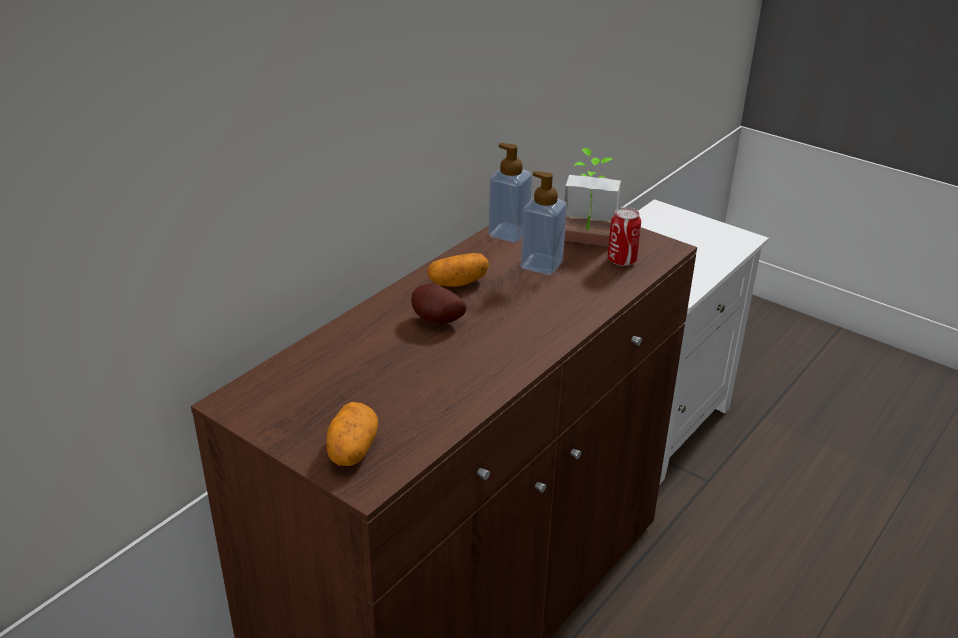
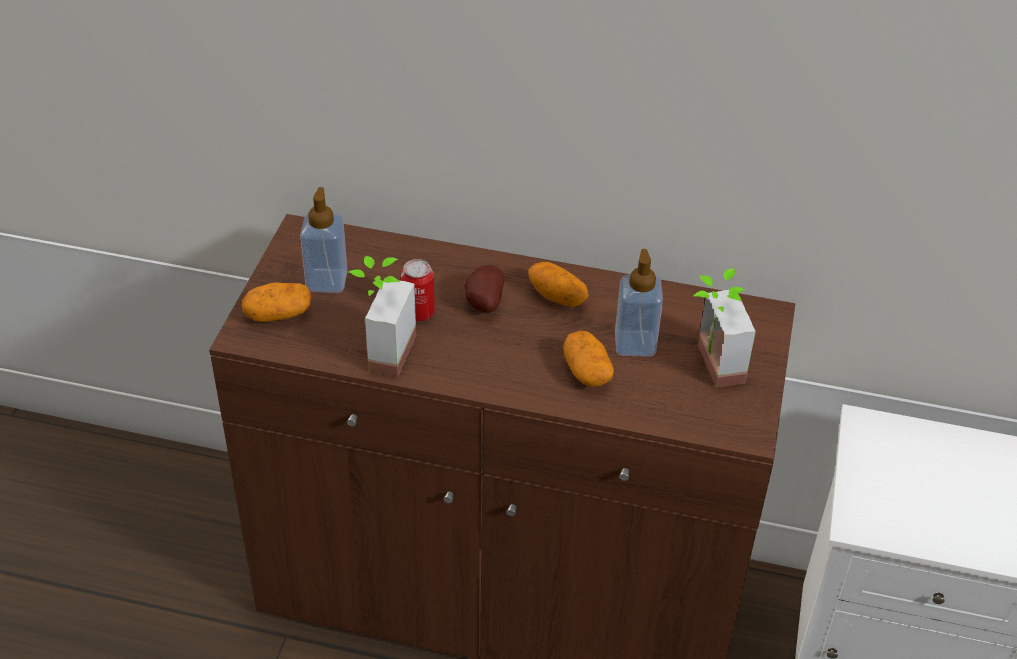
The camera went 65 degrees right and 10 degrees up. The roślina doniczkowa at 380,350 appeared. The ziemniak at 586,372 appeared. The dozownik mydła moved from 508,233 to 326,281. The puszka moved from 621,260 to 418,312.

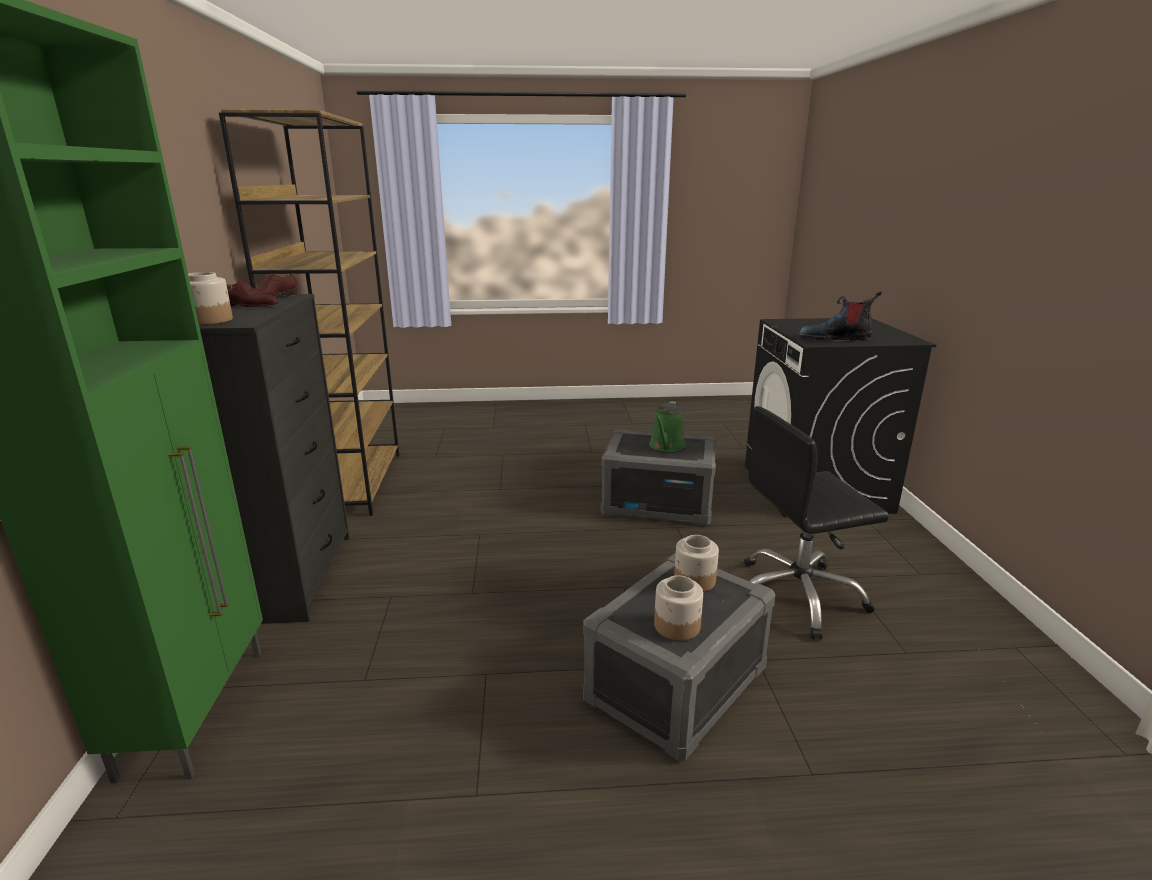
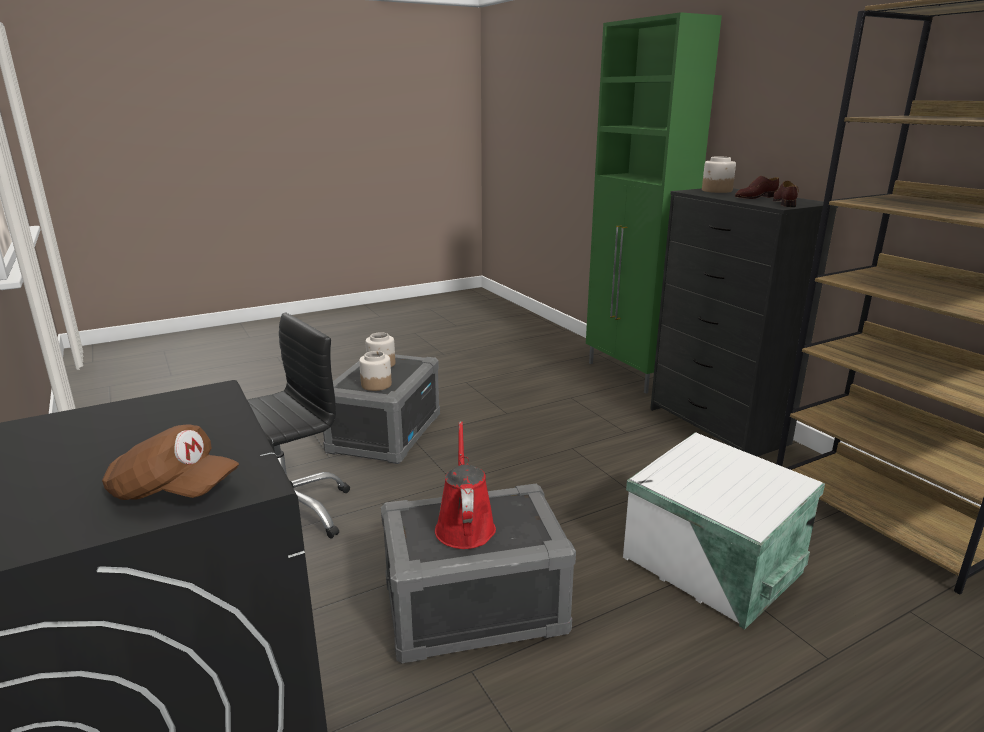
The camera went 155 degrees right and 0 degrees up. The but z cholewką at 835,338 disappeared. The czapka z daszkiem [brązowy] at 173,492 appeared. The pojemnik do przechowywania [biały] at 711,567 appeared. The konewka [zielony] at 666,446 became the konewka [czerwony] at 464,526.

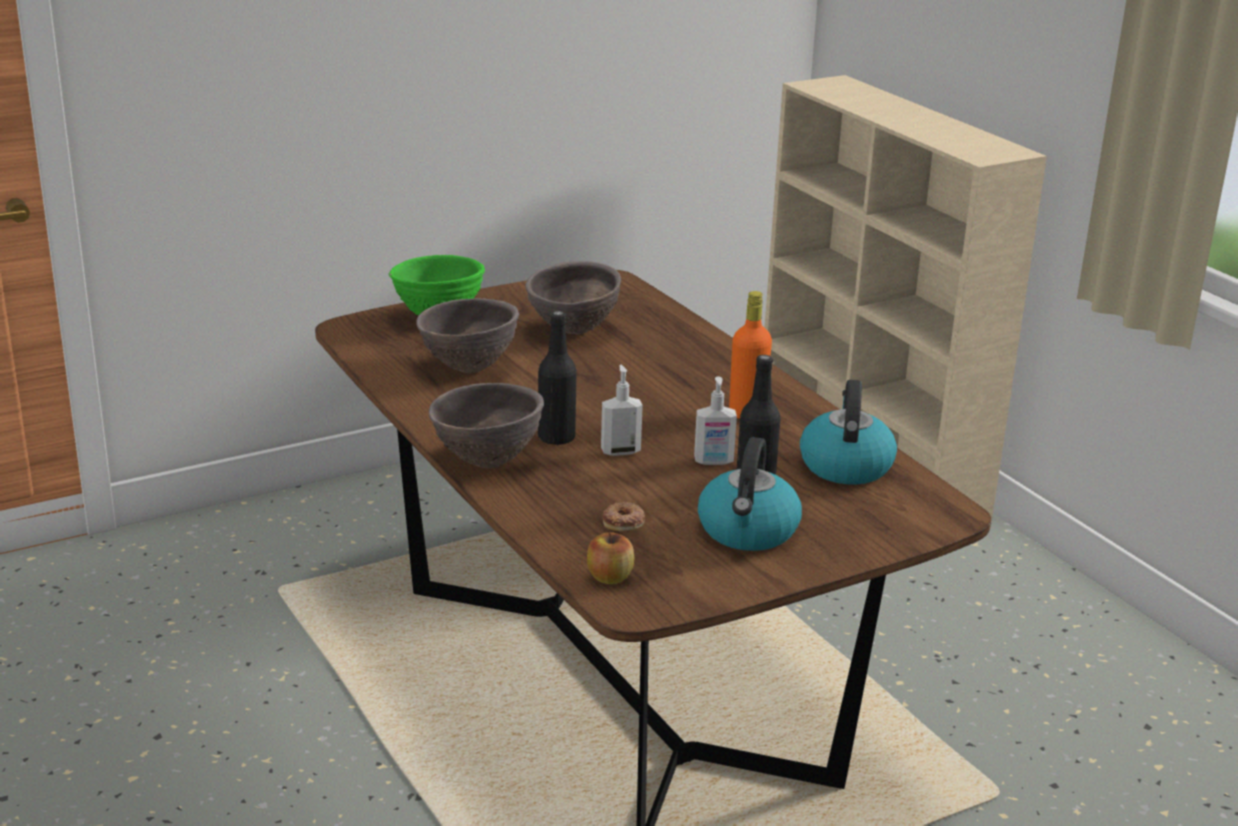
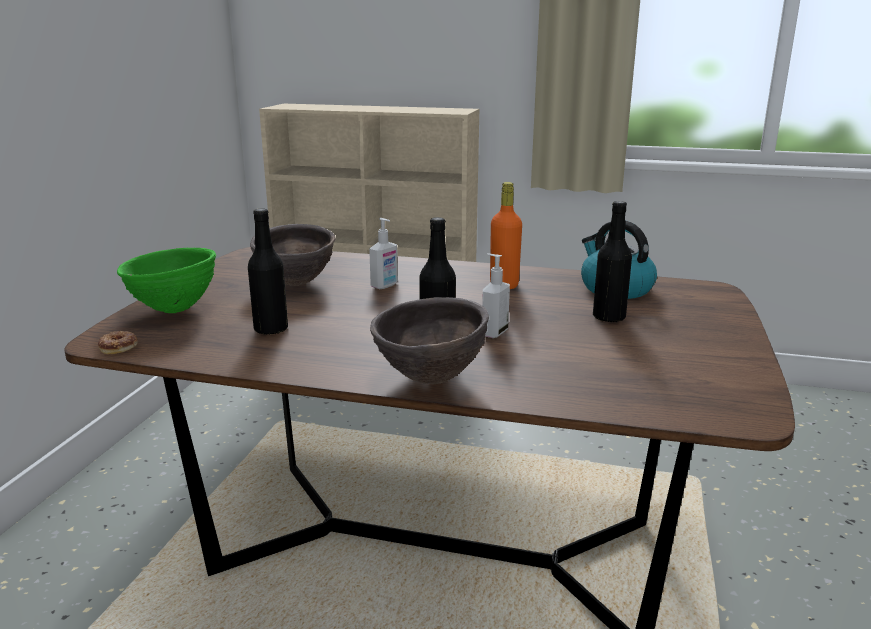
The camera went 45 degrees left and 5 degrees down. The jabłko at 610,577 disappeared. The czajnik at 748,531 disappeared. The donut moved from 624,521 to 119,346. The dozownik mydła moved from 713,462 to 385,286. The miska [brązowy] at 468,368 was replaced by the butelka [czarny] at 271,329.

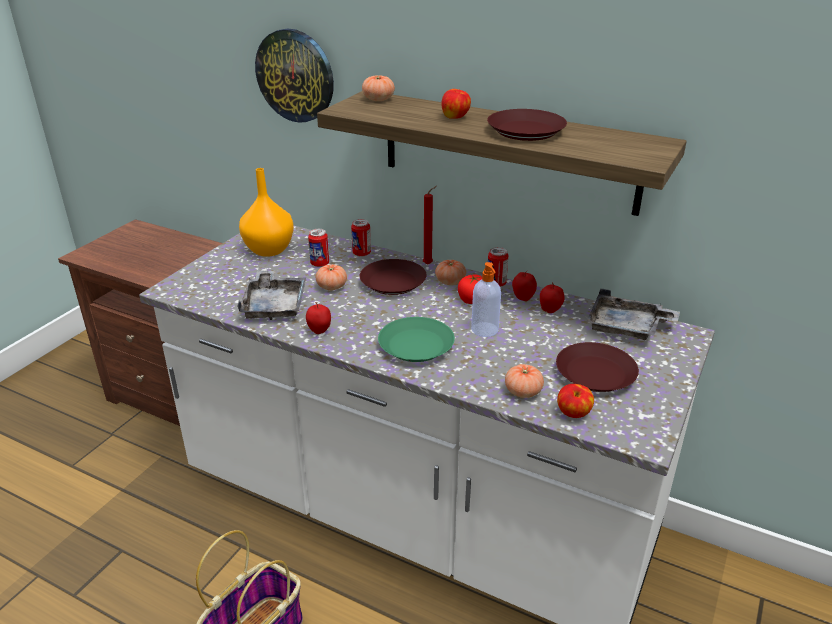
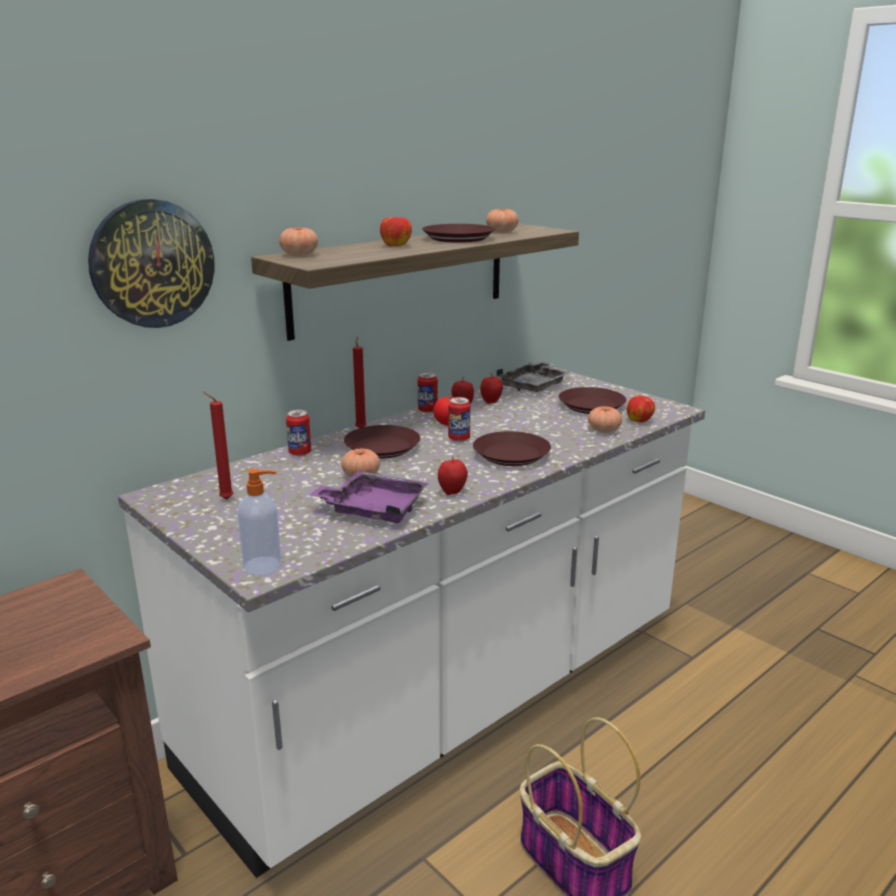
The camera went 70 degrees left and 10 degrees down. The puszka moved from 320,264 to 459,439. The pomidor moved from 450,282 to 502,232. The dozownik mydła moved from 485,330 to 264,566. The wazon [pomarańczowy] at 270,249 was replaced by the świeca [czerwony] at 224,499. The taca [szary] at 274,305 became the taca [fioletowy] at 373,509. The talerz [zielony] at 417,346 became the talerz [brązowy] at 511,454.

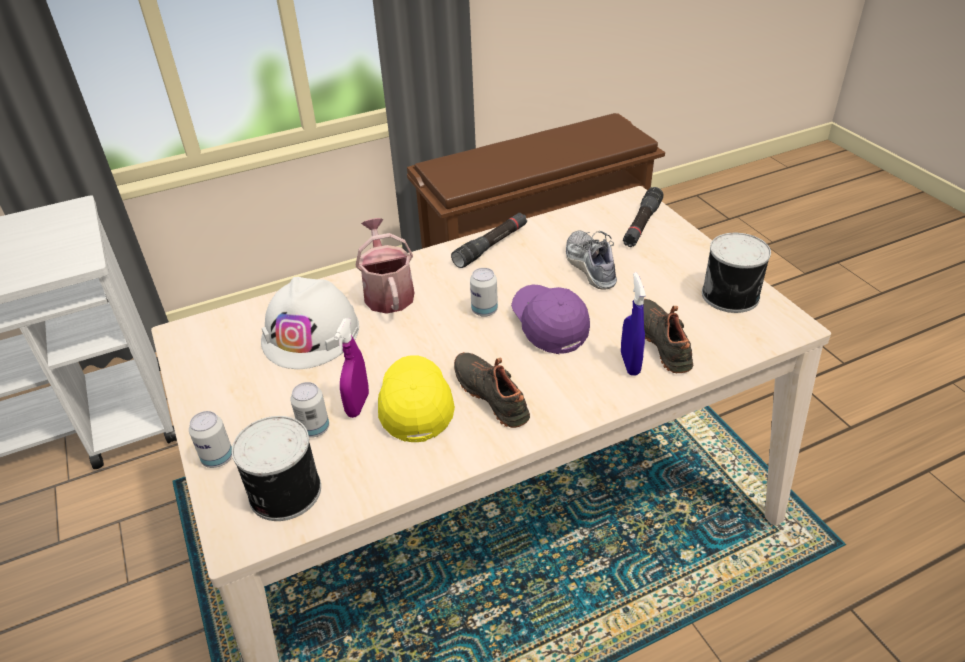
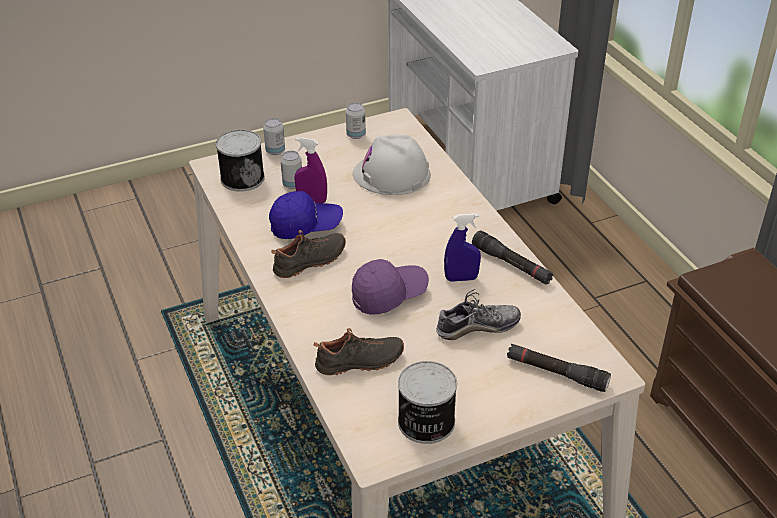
The camera went 90 degrees right and 0 degrees up. The konewka at 387,292 disappeared. The puszka moved from 484,310 to 356,135. The spryskiwacz [niebieski] moved from 630,364 to 461,278. The czapka z daszkiem [żółty] at 415,406 became the czapka z daszkiem [niebieski] at 306,226.

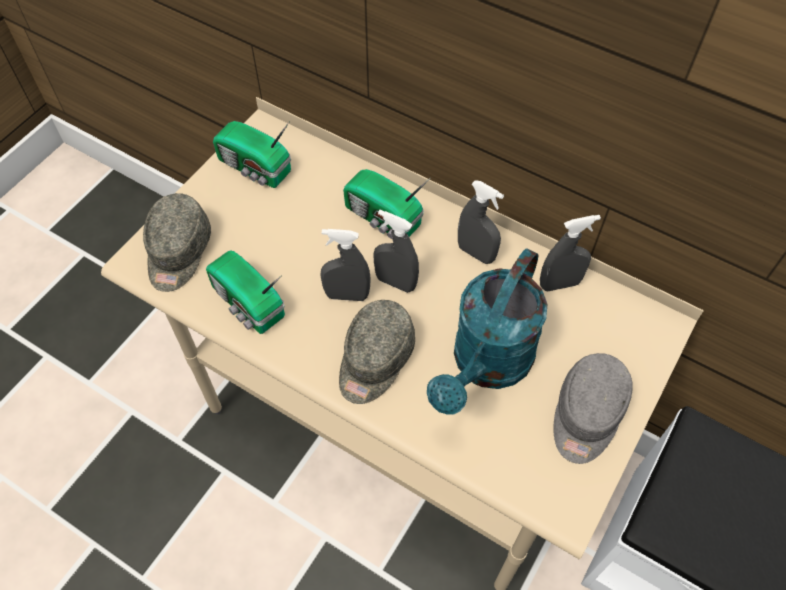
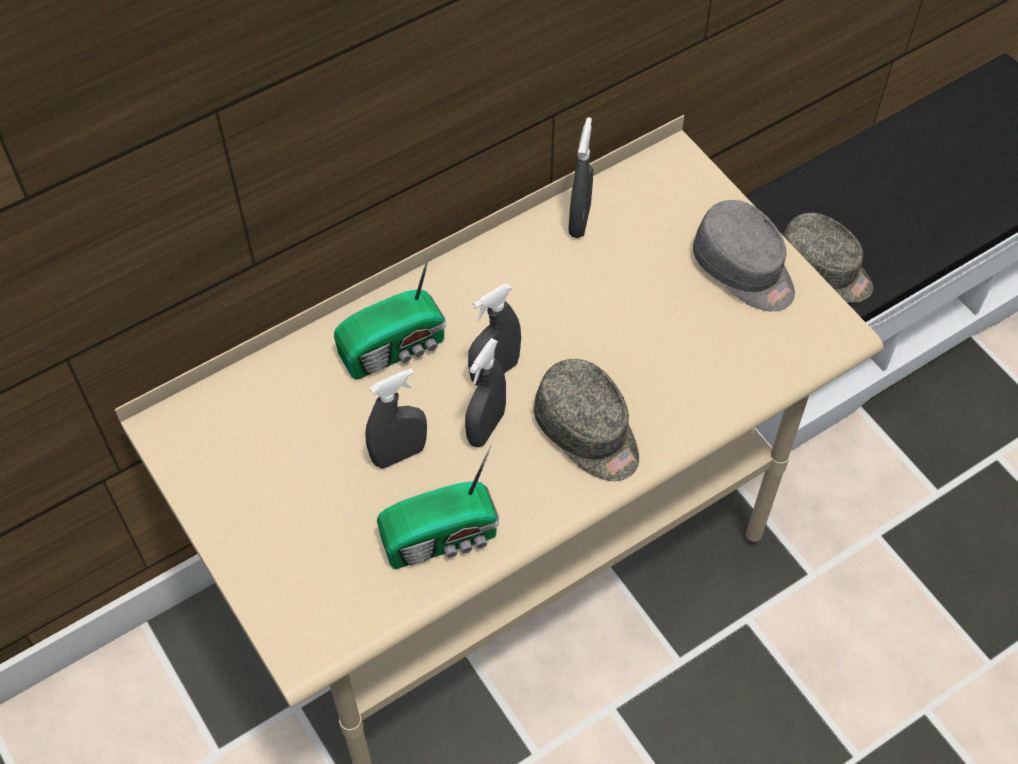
The camera went 65 degrees left and 0 degrees up. The radio at 255,168 disappeared. The konewka [turkusowy] at 486,365 disappeared. The czapka z daszkiem [szary] moved from 178,253 to 824,271. The spryskiwacz [szary] moved from 476,253 to 399,454.

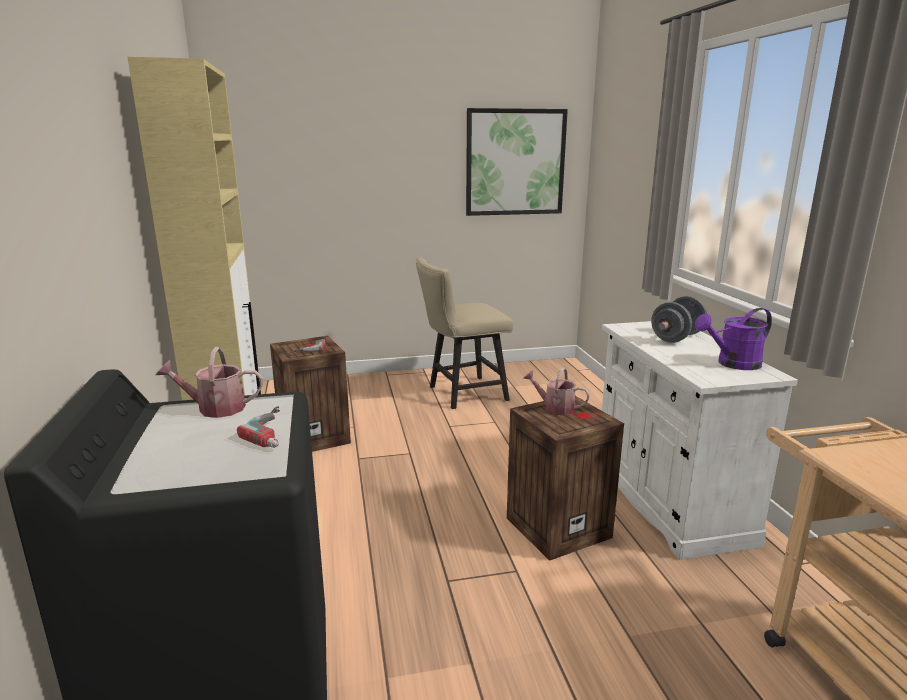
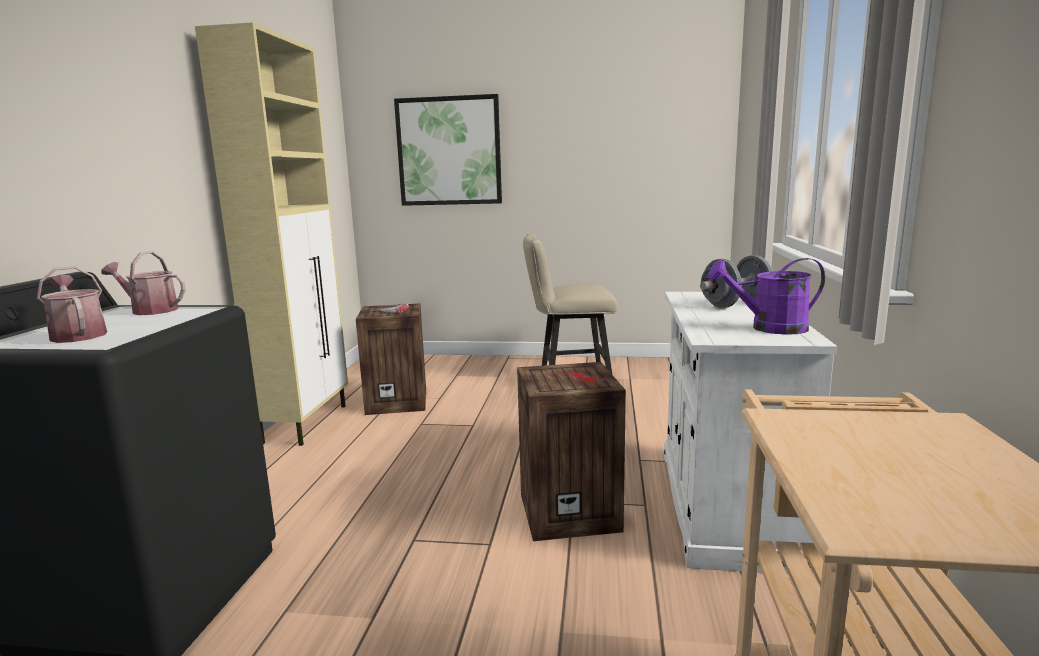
The camera went 20 degrees right and 5 degrees down. The wiertarka at 276,431 disappeared. The obraz moved from 515,162 to 449,151. The konewka moved from 554,408 to 77,335.

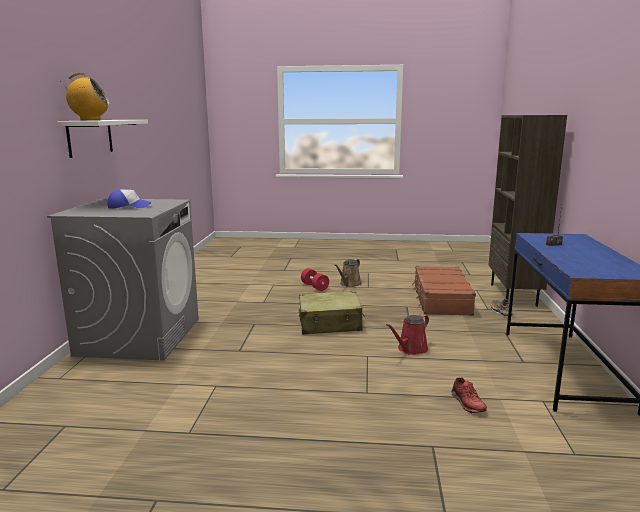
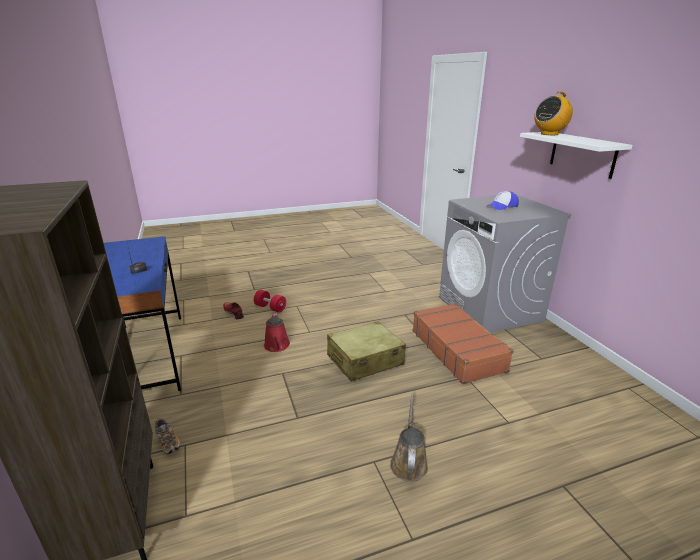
The camera went 155 degrees right and 10 degrees up. The hantel [czerwony] moved from 314,287 to 270,308. The walizka [brązowy] moved from 441,300 to 457,350. The konewka [czerwony] at 410,349 turned 150 degrees clockwise.

